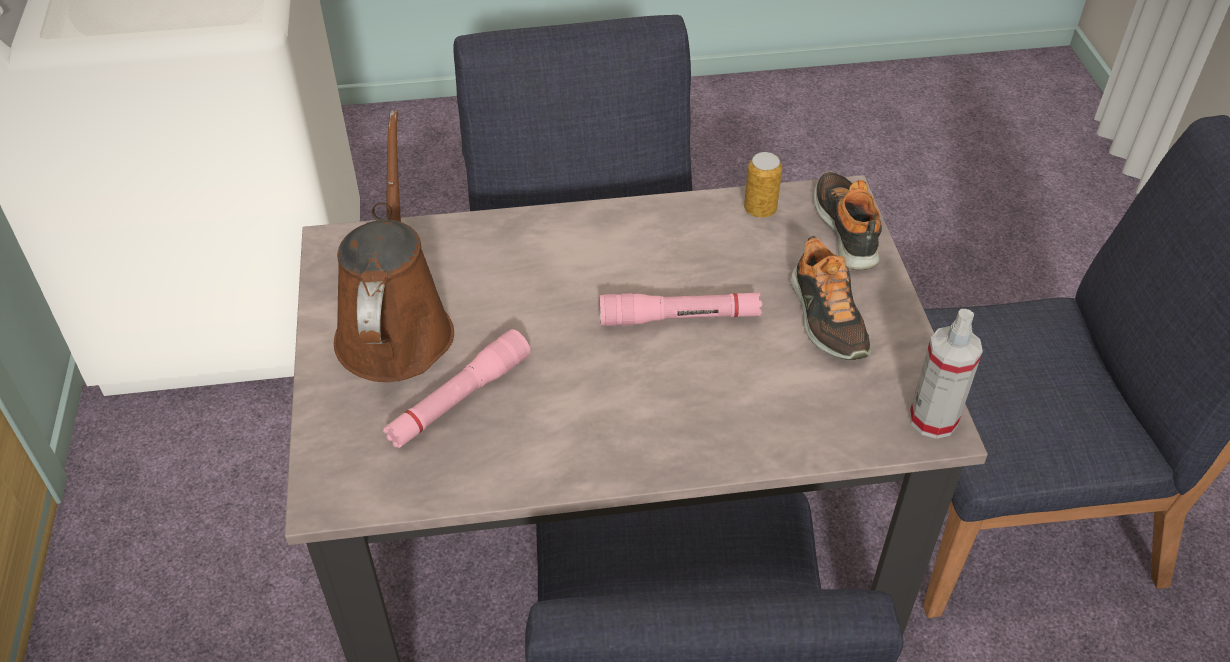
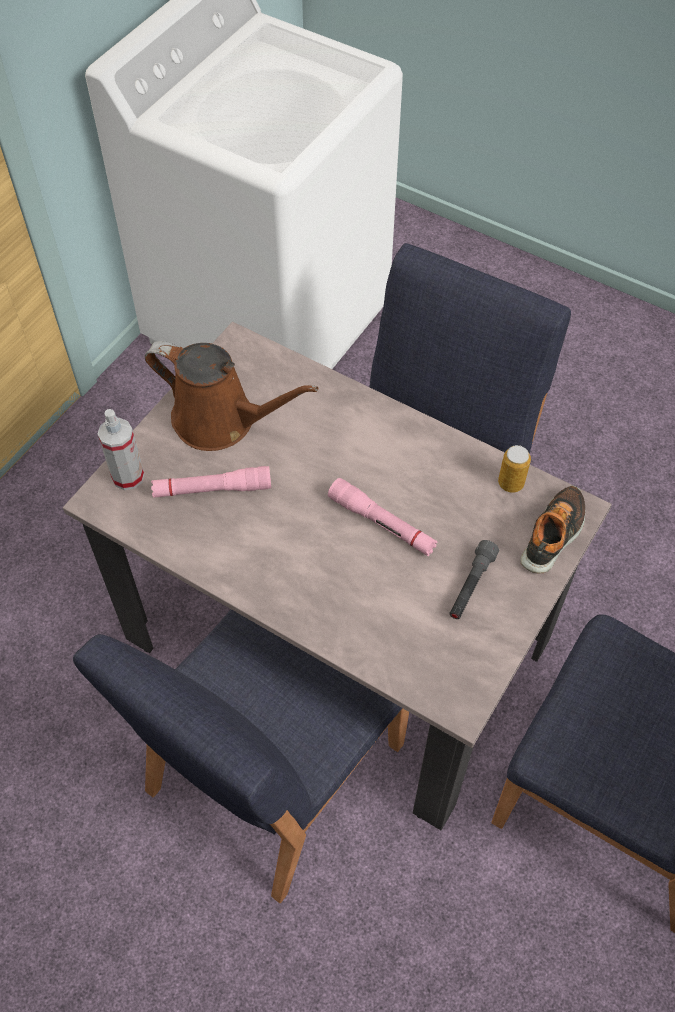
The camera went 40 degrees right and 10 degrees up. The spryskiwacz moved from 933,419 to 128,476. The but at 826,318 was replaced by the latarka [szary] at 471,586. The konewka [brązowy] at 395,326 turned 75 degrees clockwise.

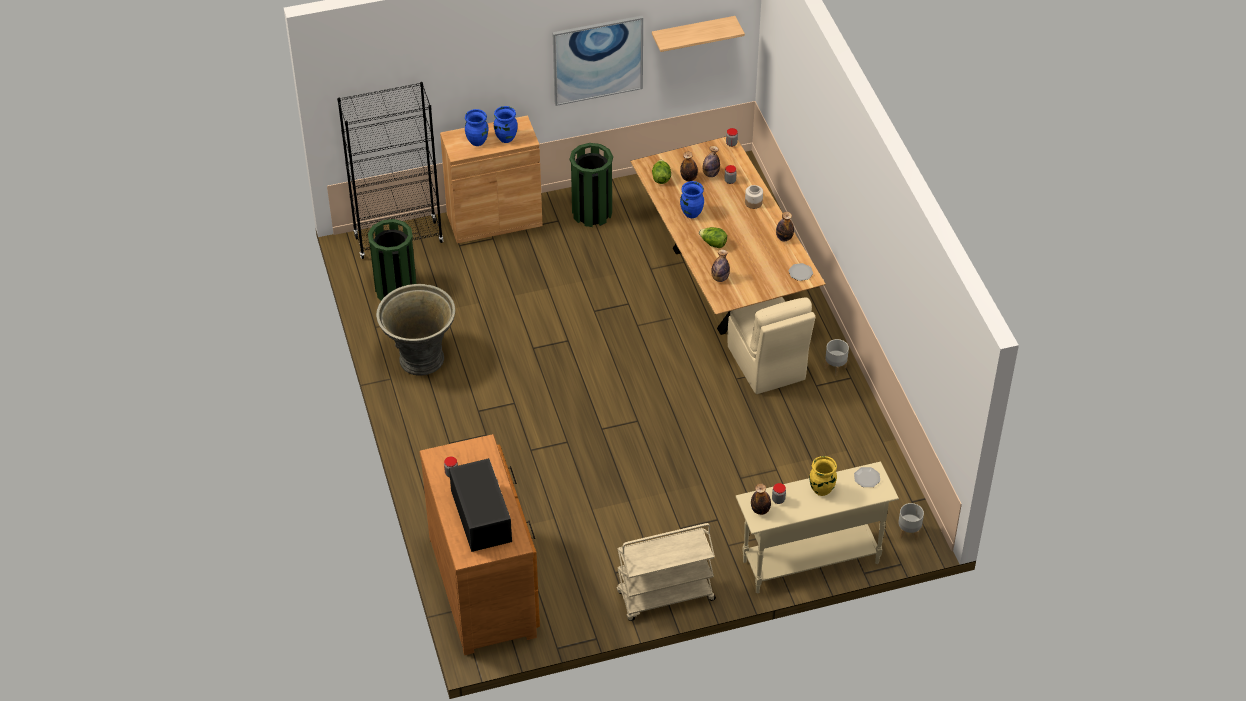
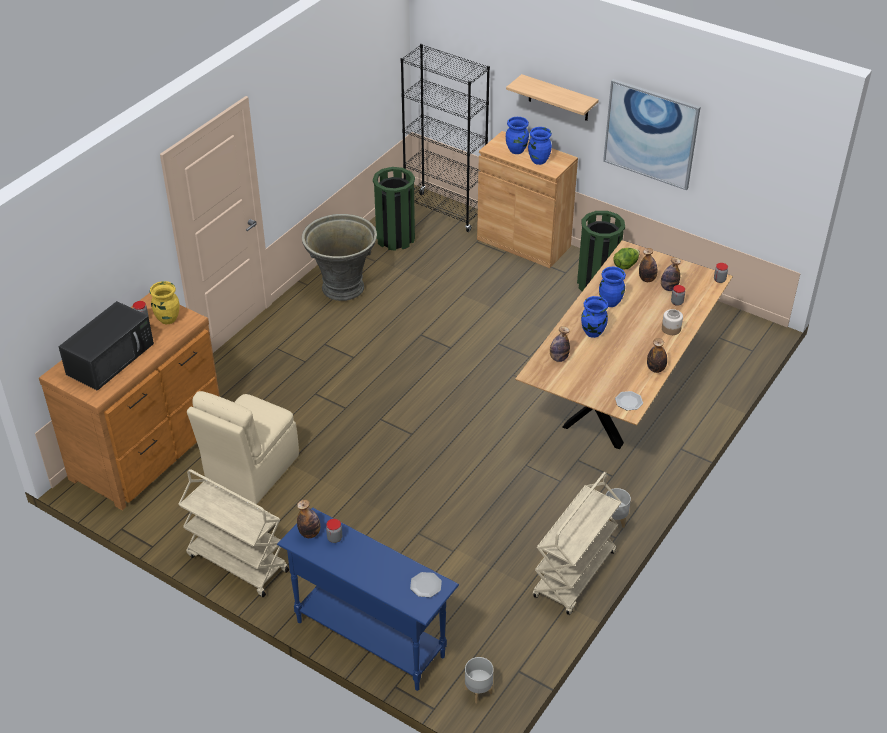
The camera went 50 degrees right and 5 degrees down. The wózek [beżowy] at 575,575 appeared. The półka moved from 693,34 to 558,98. The krzesło [beżowy] moved from 767,365 to 251,471. The wazon [żółty] moved from 821,490 to 167,319. The sałata at 713,244 was replaced by the wazon [niebieski] at 592,333. The stolik konsolowy [beżowy] at 810,562 became the stolik konsolowy [niebieski] at 370,638.

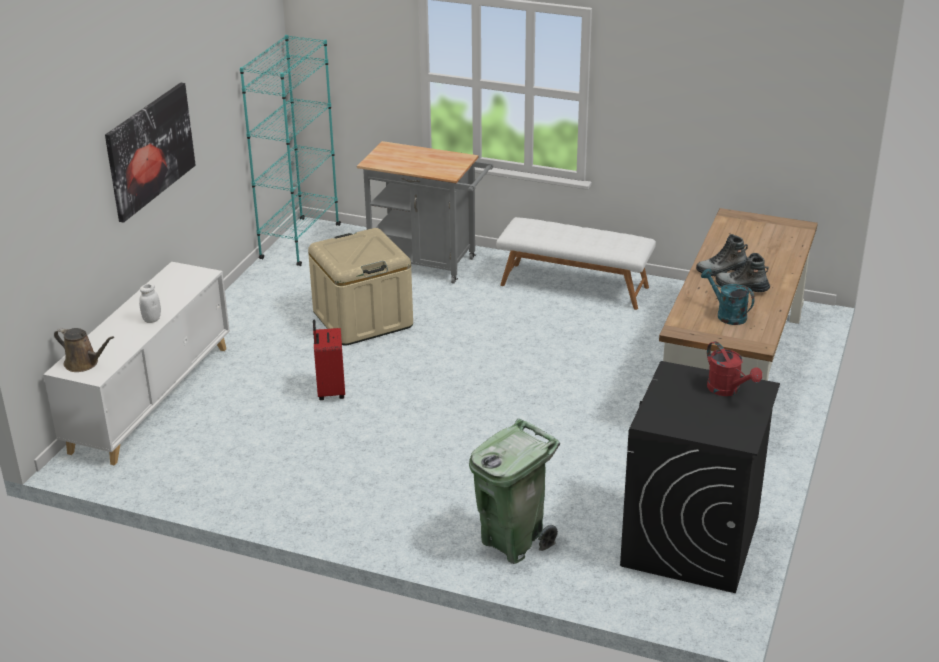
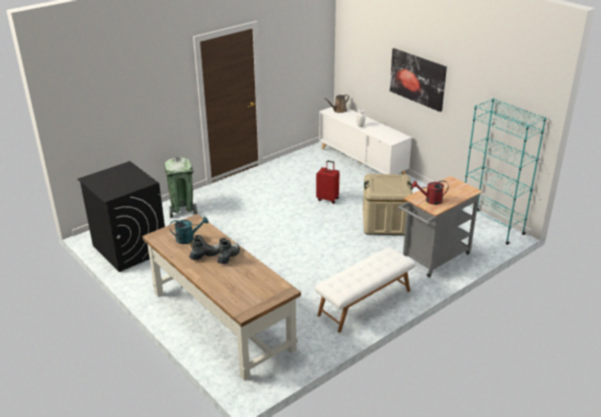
The camera went 120 degrees right and 0 degrees up. The konewka [czerwony] moved from 728,390 to 430,200.

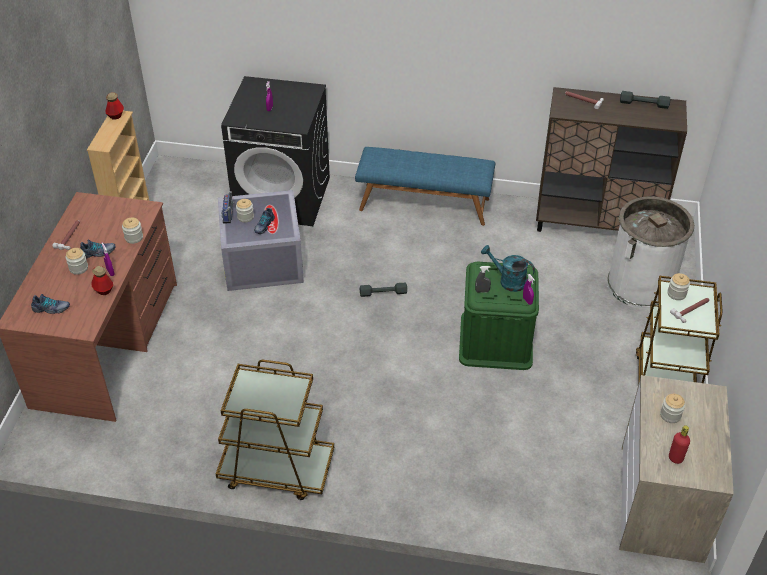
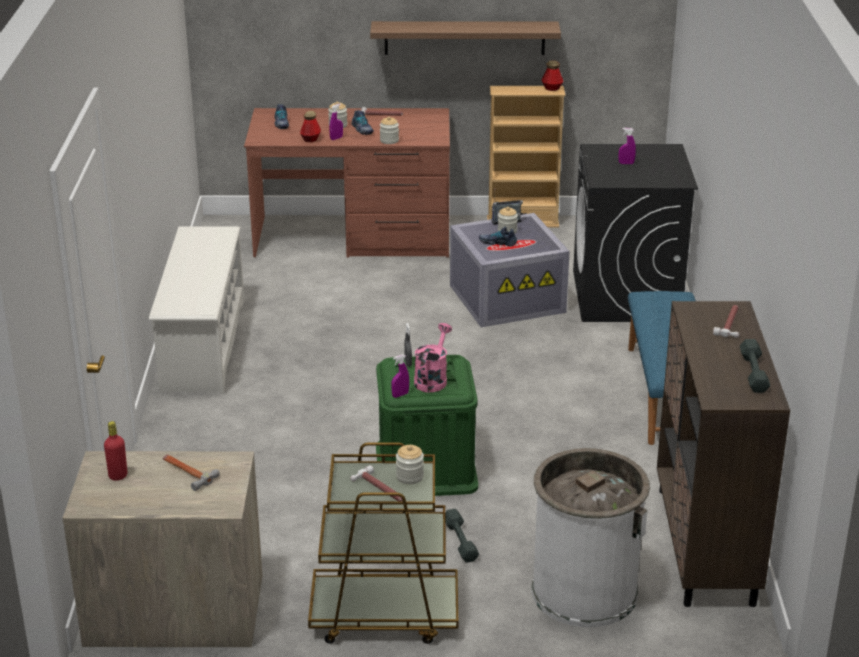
The camera went 80 degrees right and 15 degrees down. The półka at 464,37 appeared. The hantel [szary] moved from 383,293 to 460,541. The wózek [brązowy] at 276,469 was replaced by the regał na buty [biały] at 203,344. The słoik at 670,415 was replaced by the młotek at 187,472. The konewka [turkusowy] at 507,281 became the konewka [różowy] at 432,379.

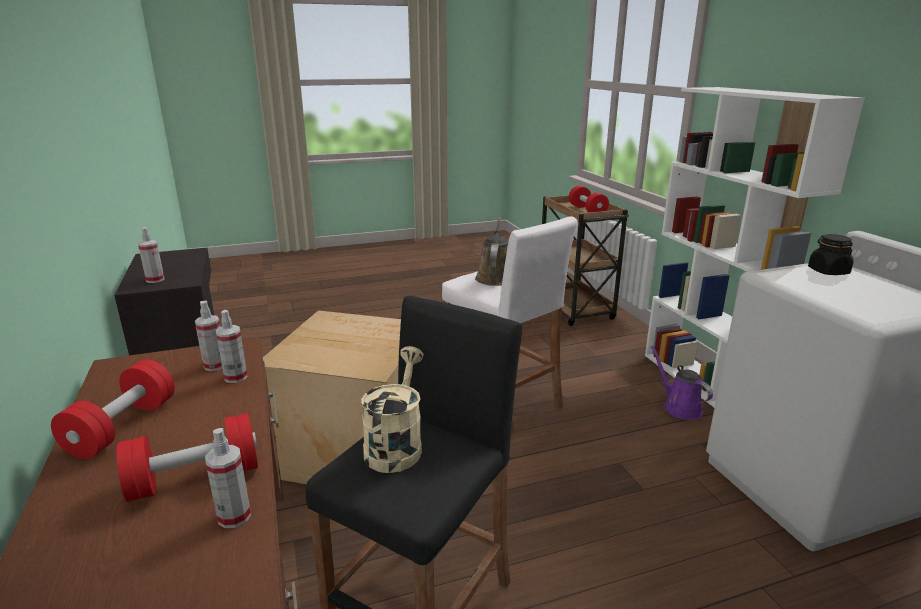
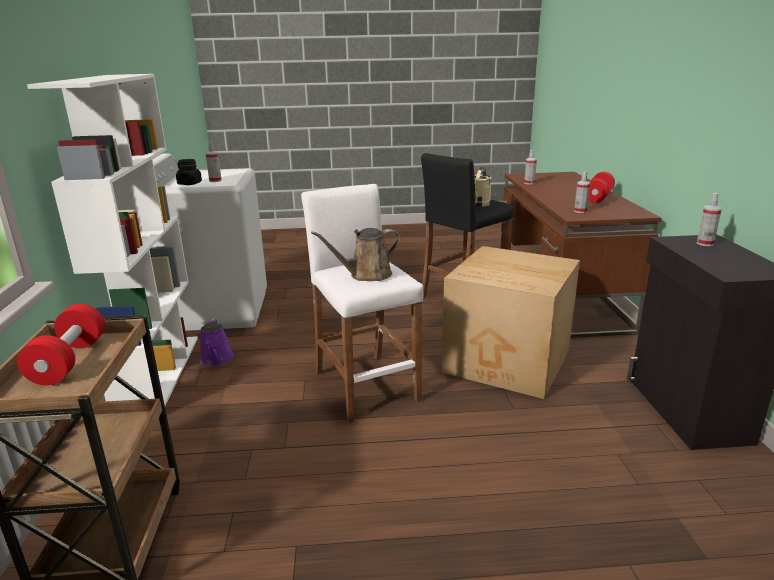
The camera went 165 degrees left and 0 degrees up. The hantel [czerwony] at 195,478 disappeared. The spryskiwacz moved from 235,377 to 215,180. The konewka [brązowy] at 494,277 turned 45 degrees clockwise.

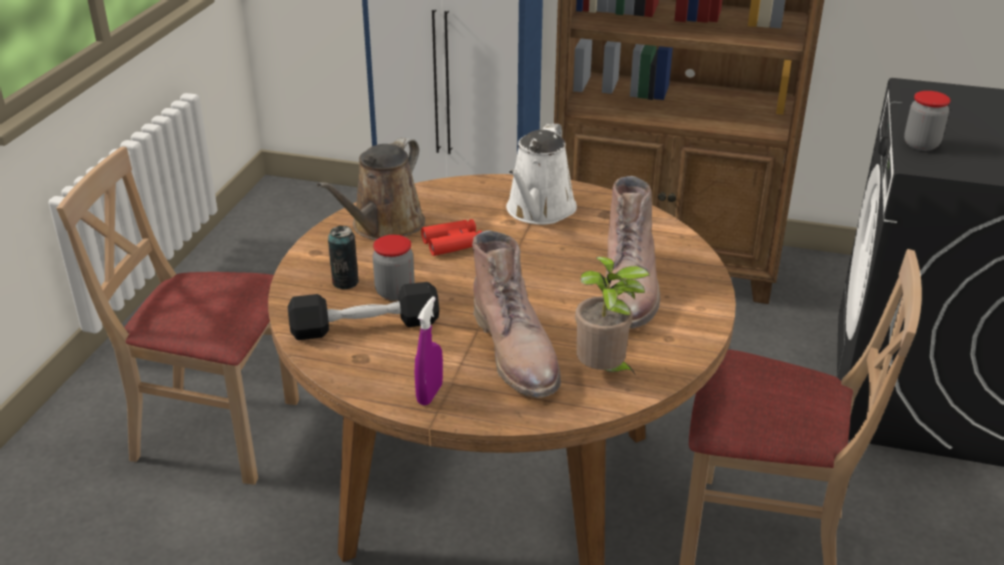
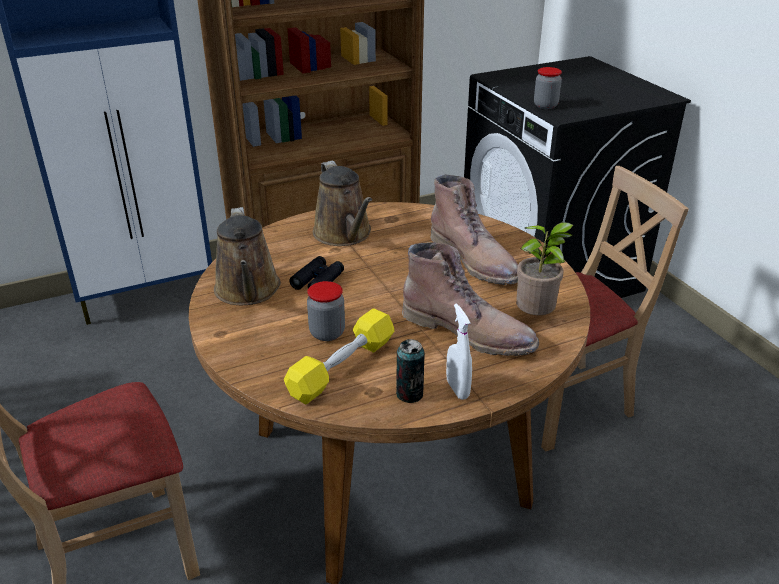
The camera went 40 degrees left and 0 degrees up. The puszka moved from 345,282 to 409,394. The hantel [czarny] at 365,326 became the hantel [żółty] at 342,367. The spryskiwacz [fioletowy] at 429,394 became the spryskiwacz [biały] at 457,389. The lornetka [czerwony] at 453,243 became the lornetka [czarny] at 318,280. The konewka [biały] at 539,211 became the konewka [brązowy] at 344,234.

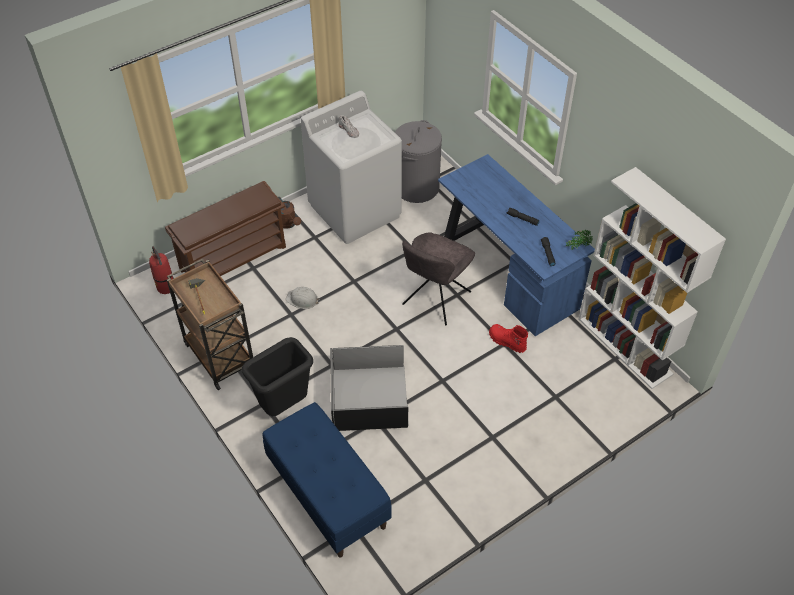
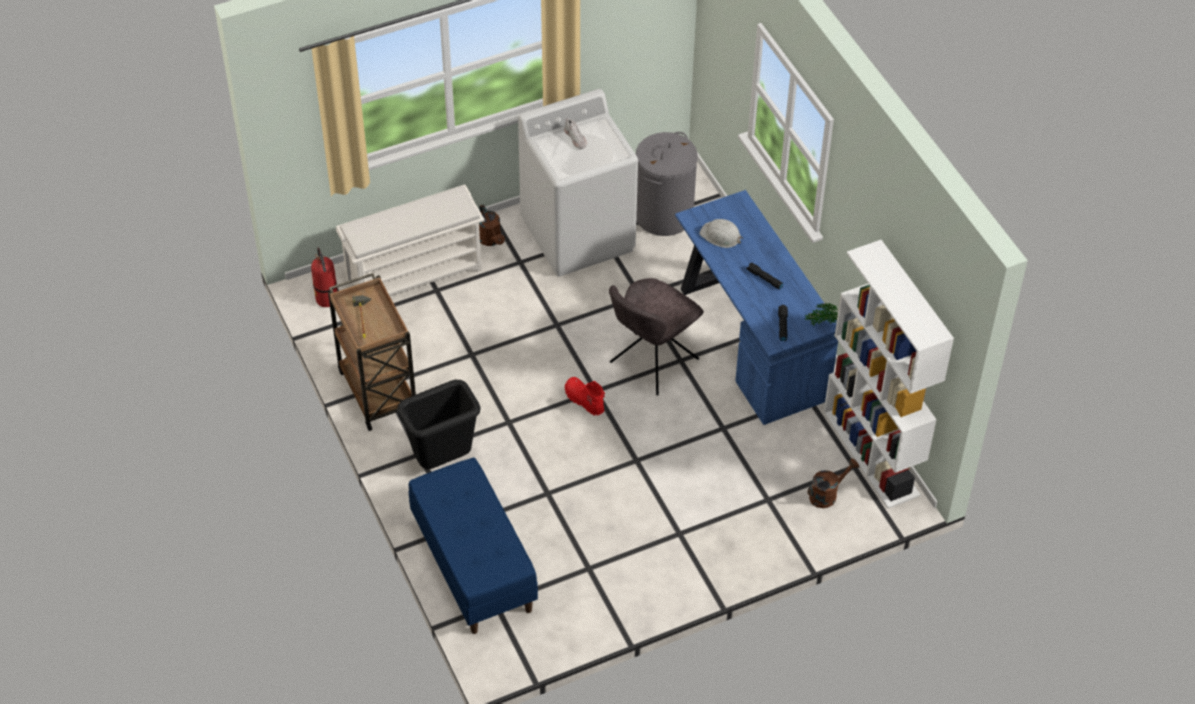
The camera went 10 degrees right and 0 degrees up. The pojemnik do przechowywania [czarny] at 369,398 disappeared. The konewka [brązowy] at 827,494 appeared. The kask [biały] moved from 302,300 to 720,236. The but z cholewką [czerwony] moved from 506,342 to 583,400. The regał na buty [brązowy] at 234,257 became the regał na buty [biały] at 415,274.

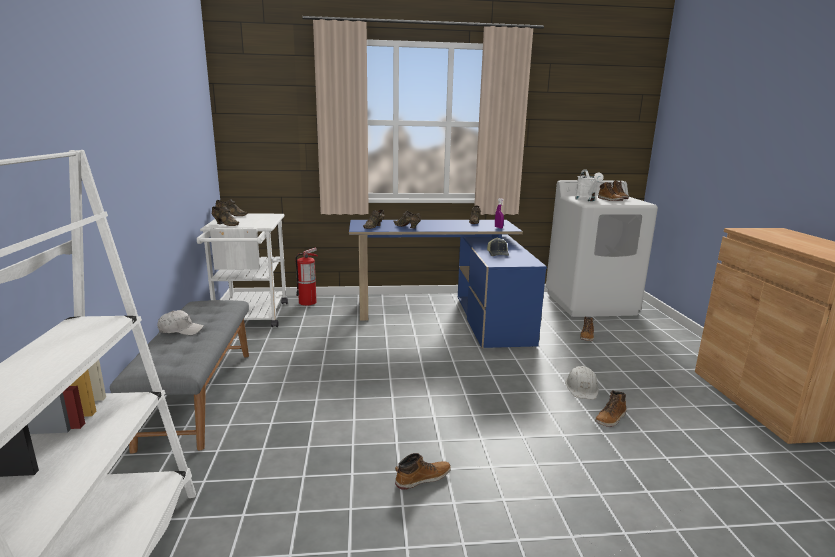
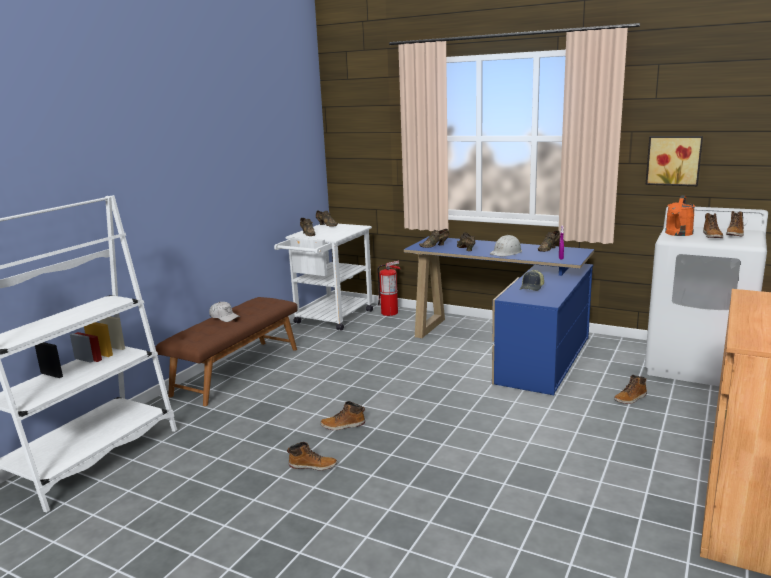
The camera went 35 degrees right and 0 degrees up. The obraz at 673,160 appeared. The kask [biały] moved from 582,388 to 506,252. The but z cholewką moved from 611,418 to 343,425. The ławka [szary] at 198,395 became the ławka [brązowy] at 236,371. The konewka [biały] at 587,200 became the konewka [pomarańczowy] at 678,234.

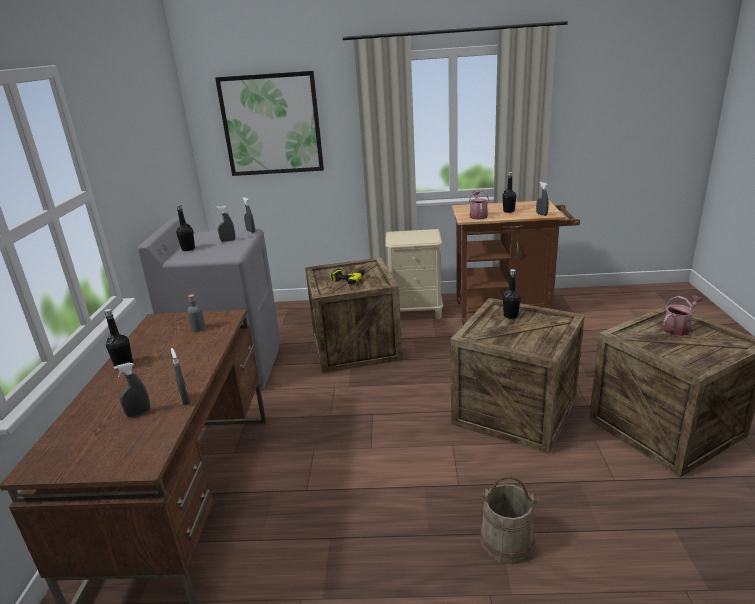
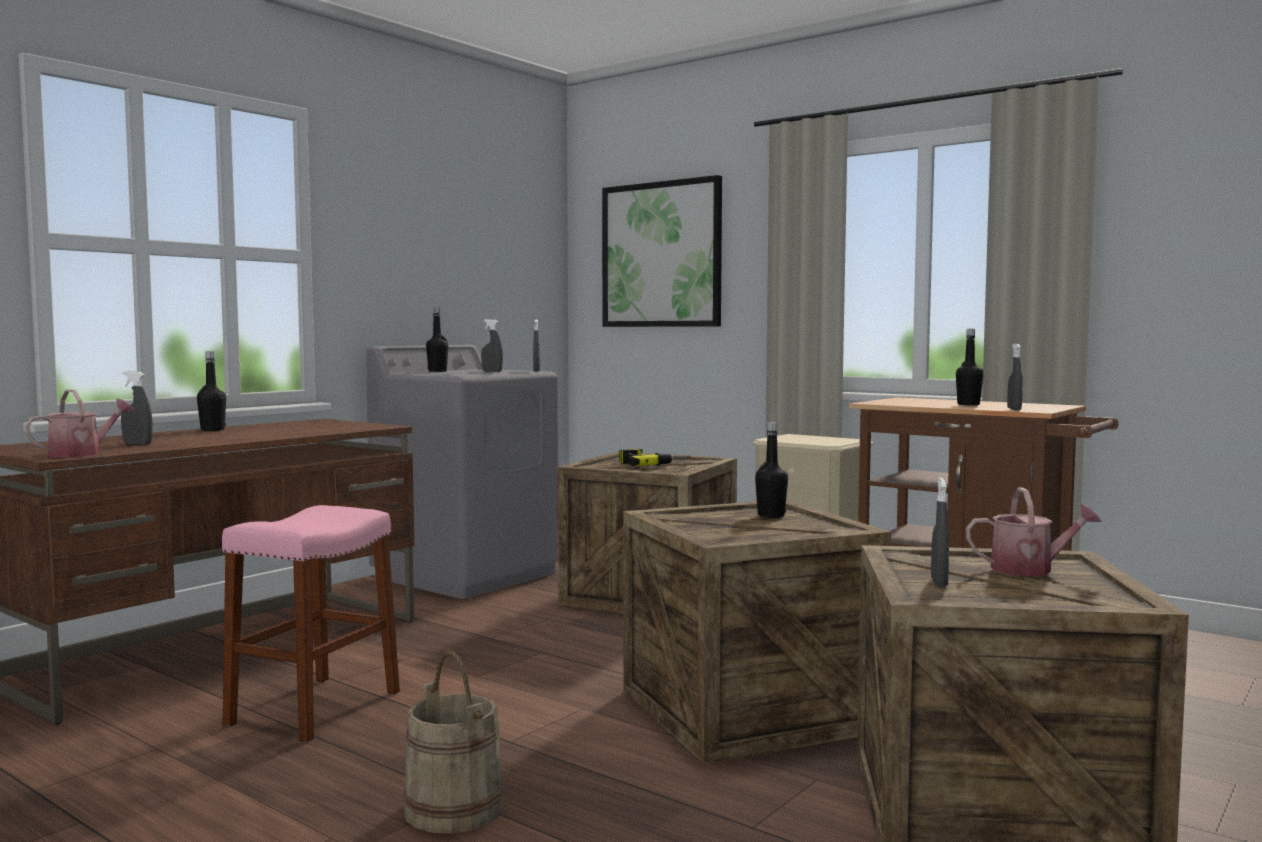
The camera went 35 degrees right and 20 degrees down. The butelka [szary] at 198,328 disappeared. The stołek [różowy] at 315,708 appeared. The spryskiwacz [szary] moved from 185,400 to 939,582. The konewka moved from 478,215 to 81,453.

